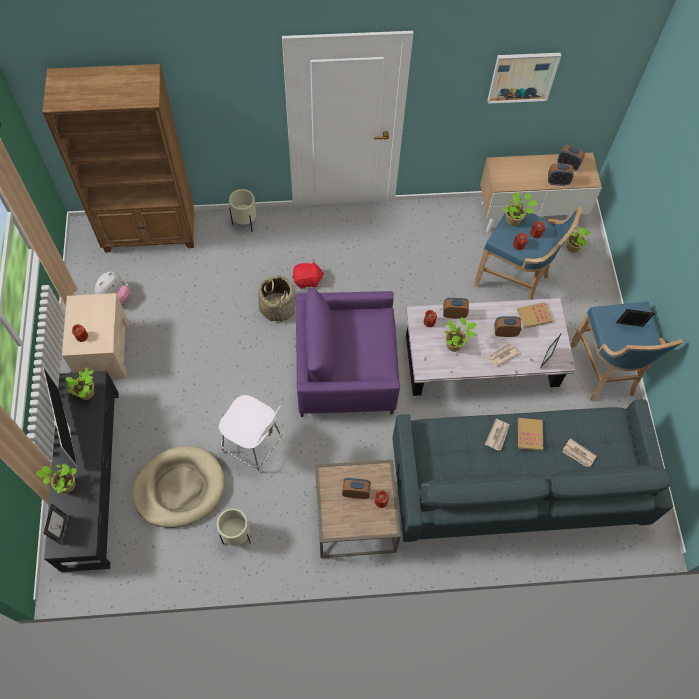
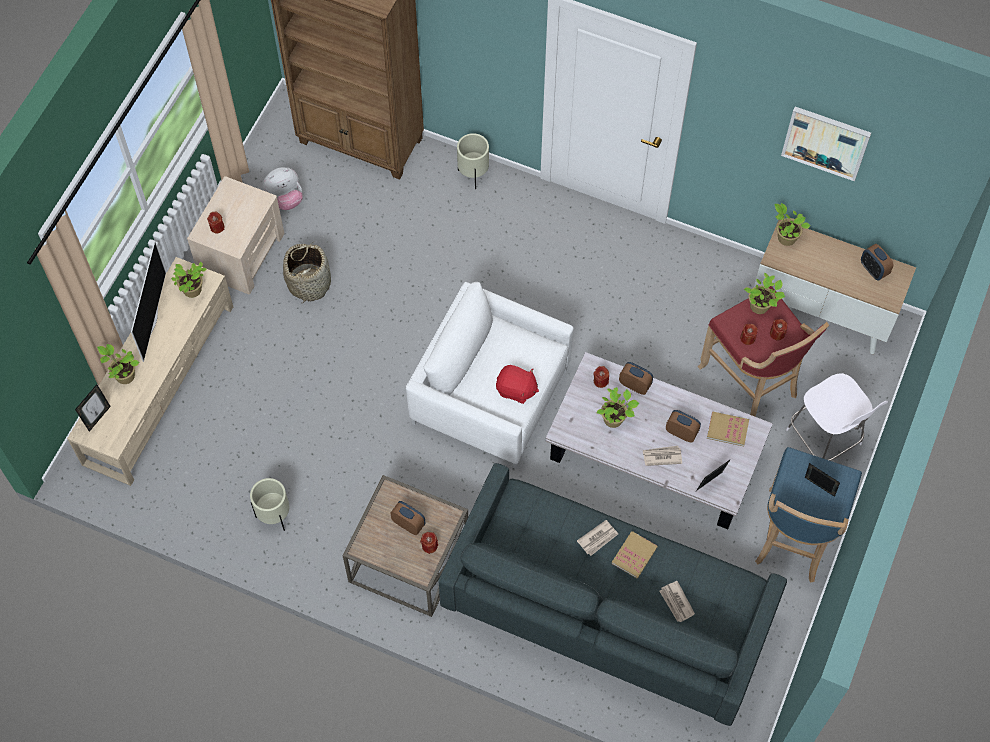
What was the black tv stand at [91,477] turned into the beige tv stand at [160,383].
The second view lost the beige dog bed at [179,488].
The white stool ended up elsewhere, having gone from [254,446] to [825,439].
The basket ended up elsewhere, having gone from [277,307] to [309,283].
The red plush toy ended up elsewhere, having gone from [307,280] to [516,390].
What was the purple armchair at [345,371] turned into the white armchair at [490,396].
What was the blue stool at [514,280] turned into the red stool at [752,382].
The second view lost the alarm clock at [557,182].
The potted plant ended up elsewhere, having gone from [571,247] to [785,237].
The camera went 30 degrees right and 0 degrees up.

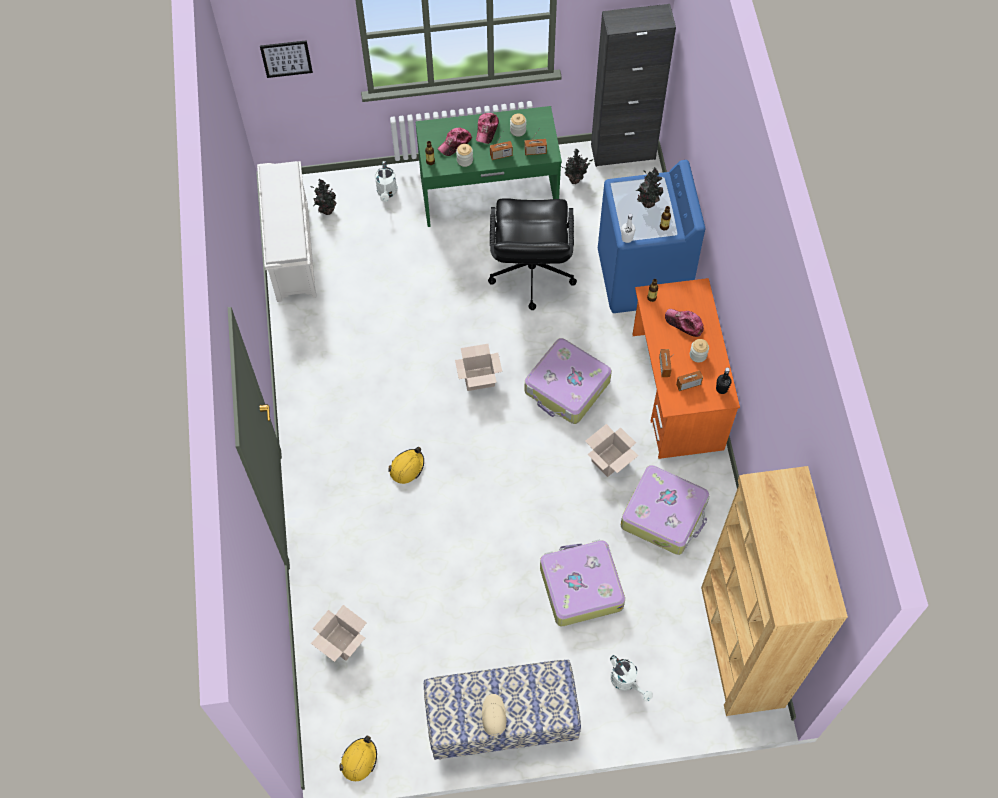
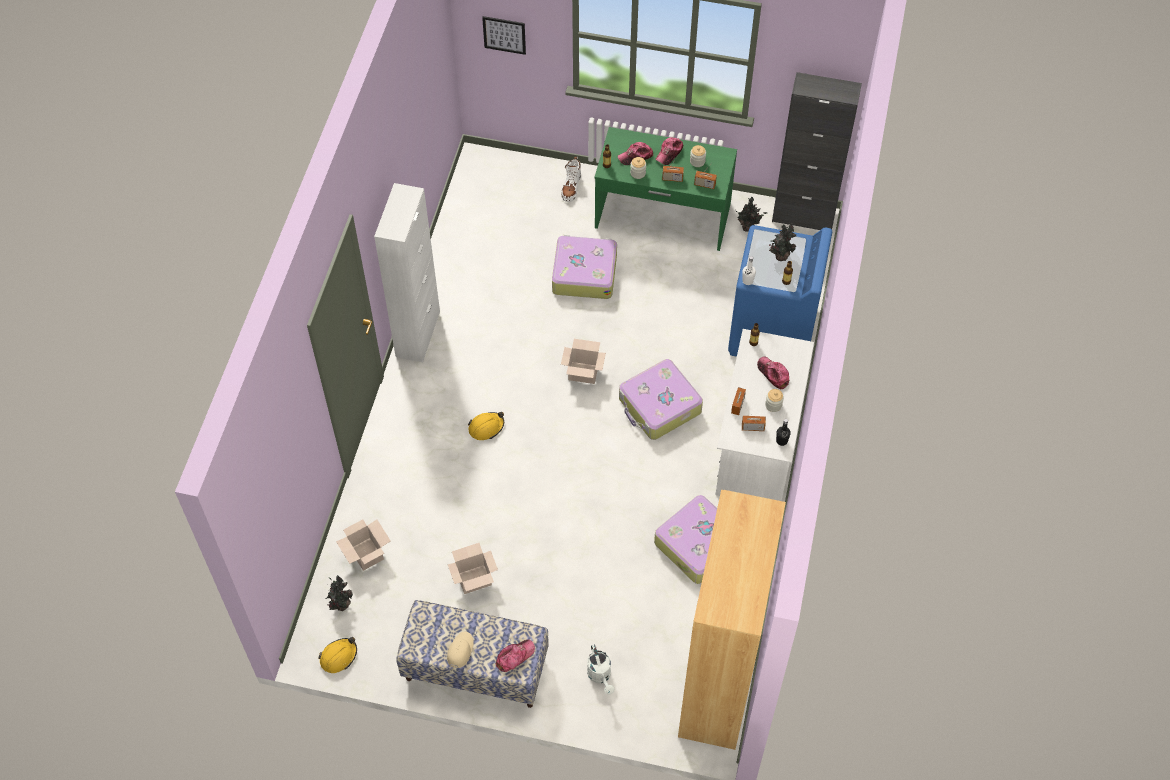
The second view lost the white shoe rack at [291,251].
The potted plant ended up elsewhere, having gone from [326,210] to [341,605].
Where the white watering can stood at [387,192], the white boot came to stand at [571,187].
The second view lost the black office chair at [531,273].
The suitcase ended up elsewhere, having gone from [580,586] to [584,273].
The cardboard box ended up elsewhere, having gone from [610,459] to [474,578].
What was the orange desk at [676,391] turned into the white desk at [759,442].
The second view gained the white cabinet at [418,334].
The second view gained the cap at [515,656].
The camera went 20 degrees right and 5 degrees down.

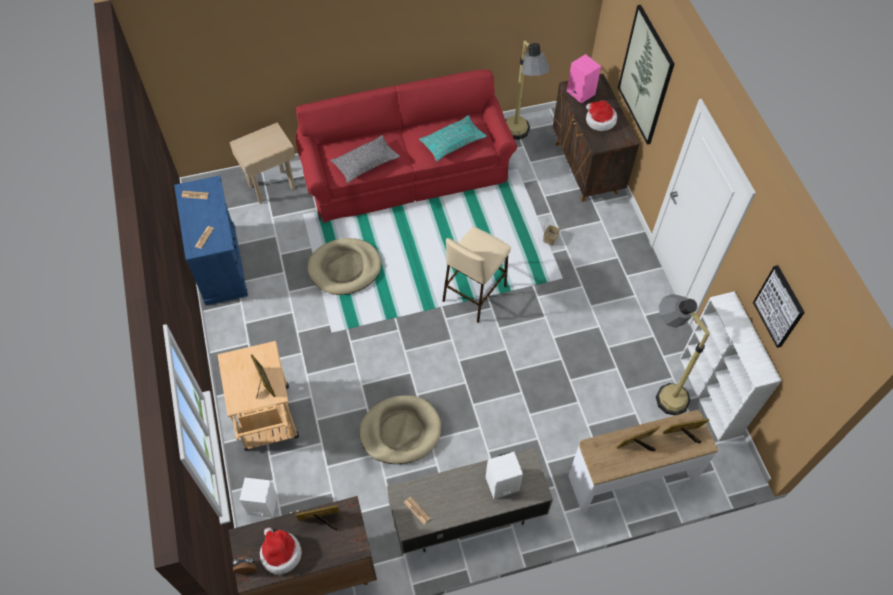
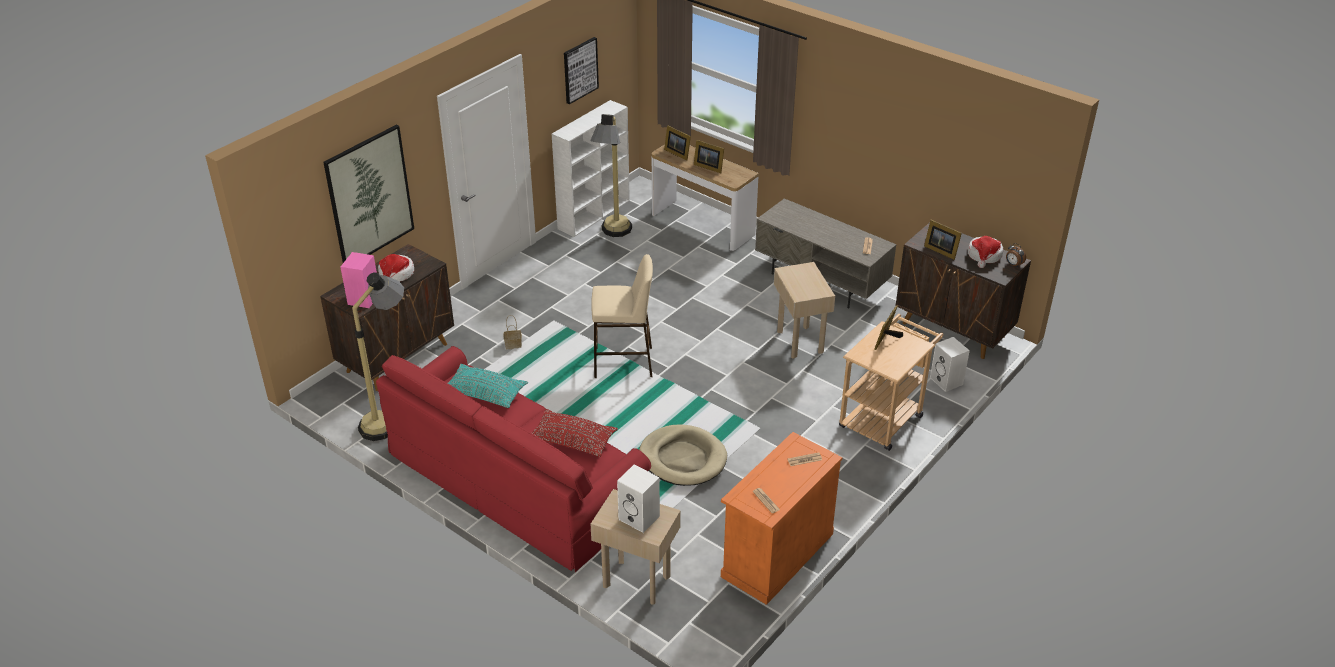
What was the blue cabinet at [221,264] turned into the orange cabinet at [777,555].
What was the grey pillow at [366,163] turned into the red pillow at [573,440].
Where the beige dog bed stood at [400,431], the beige side table came to stand at [799,342].
The white speaker ended up elsewhere, having gone from [501,485] to [640,518].
The camera went 125 degrees left and 20 degrees down.

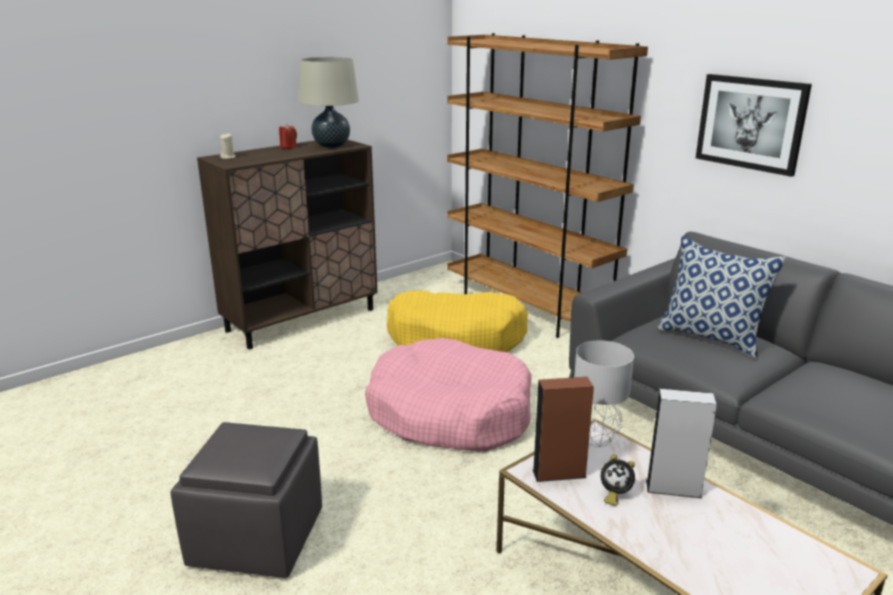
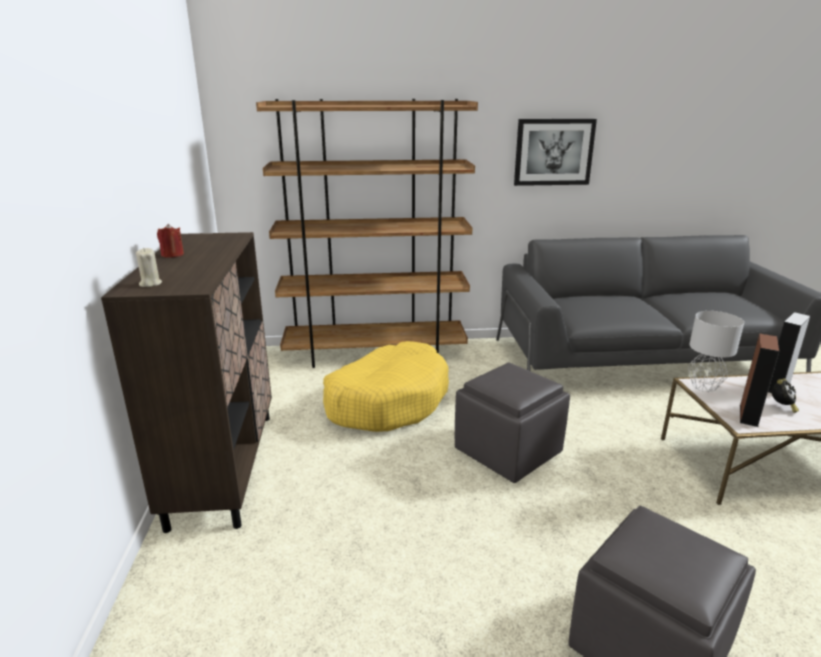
The second view lost the beige table lamp at [331,146].
Where the pink dog bed stood at [449,413], the grey ottoman came to stand at [507,450].
The second view lost the pillow at [711,338].
The camera went 55 degrees left and 0 degrees up.

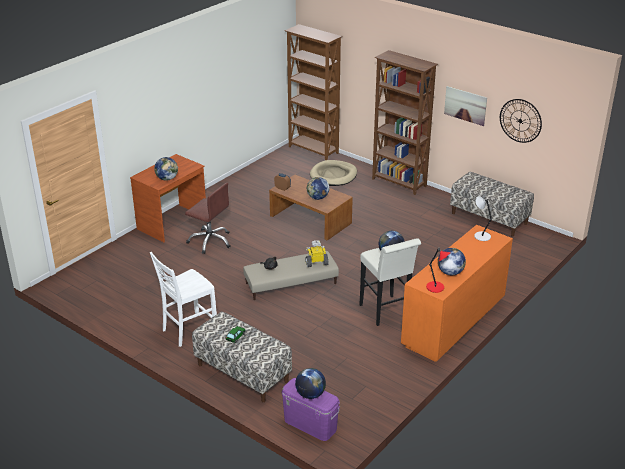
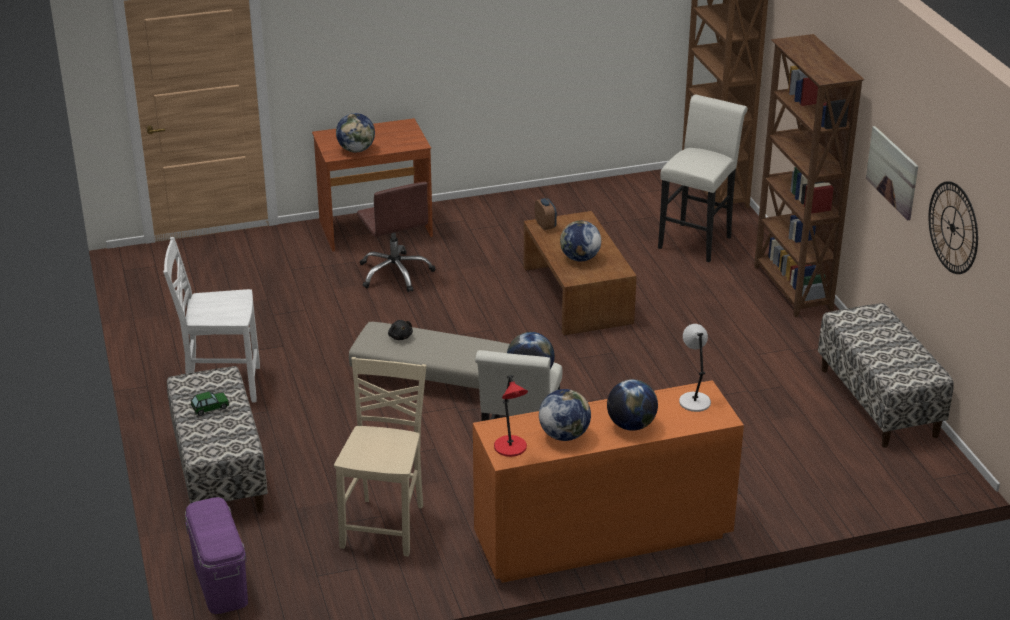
The globe ended up elsewhere, having gone from [310,394] to [631,425].
The second view lost the toy robot at [316,263].
Where the beige dog bed stood at [333,175], the white stool came to stand at [697,240].
The second view gained the beige chair at [385,526].
The camera went 35 degrees right and 0 degrees up.

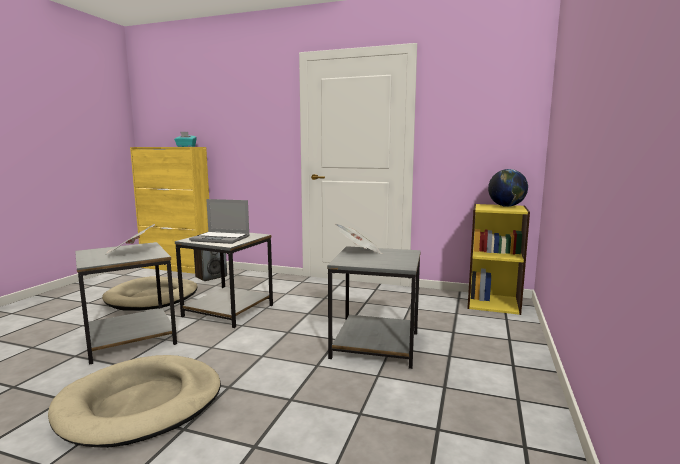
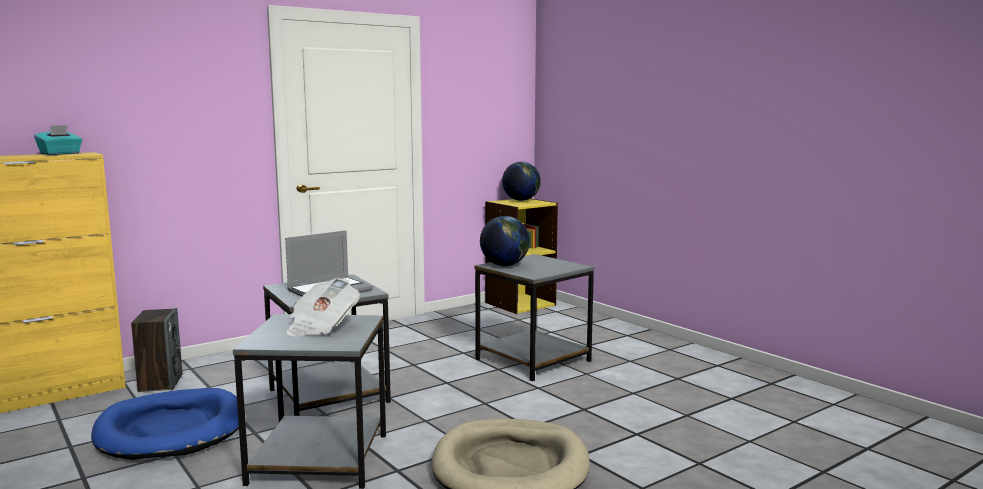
What was the beige dog bed at [153,297] turned into the blue dog bed at [171,430].
Where the newspaper stood at [359,251], the globe came to stand at [504,265].
The camera went 55 degrees left and 0 degrees up.

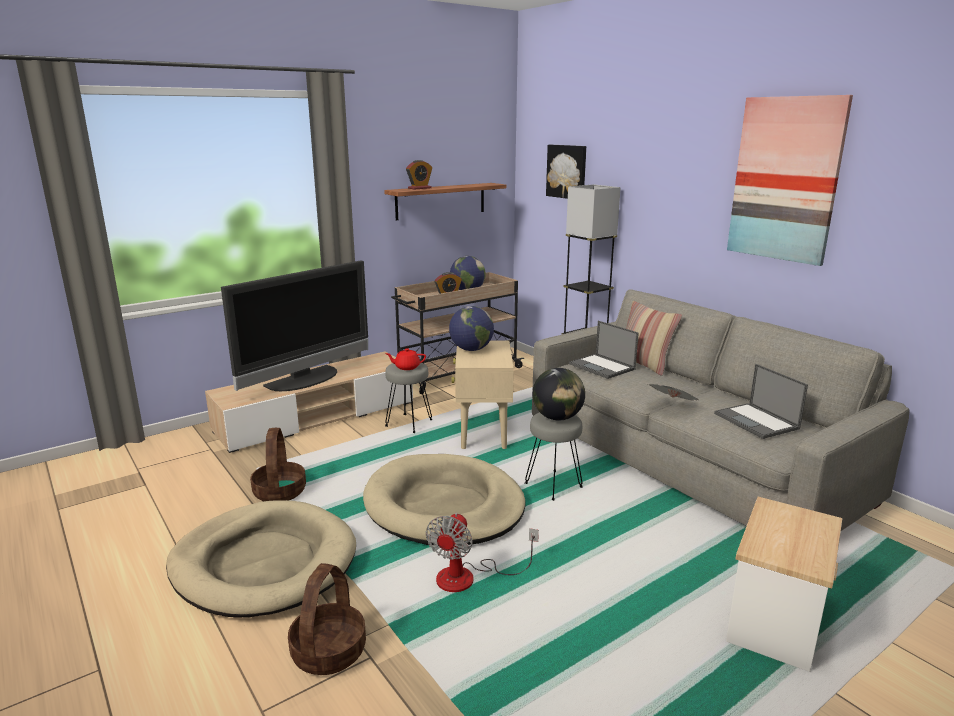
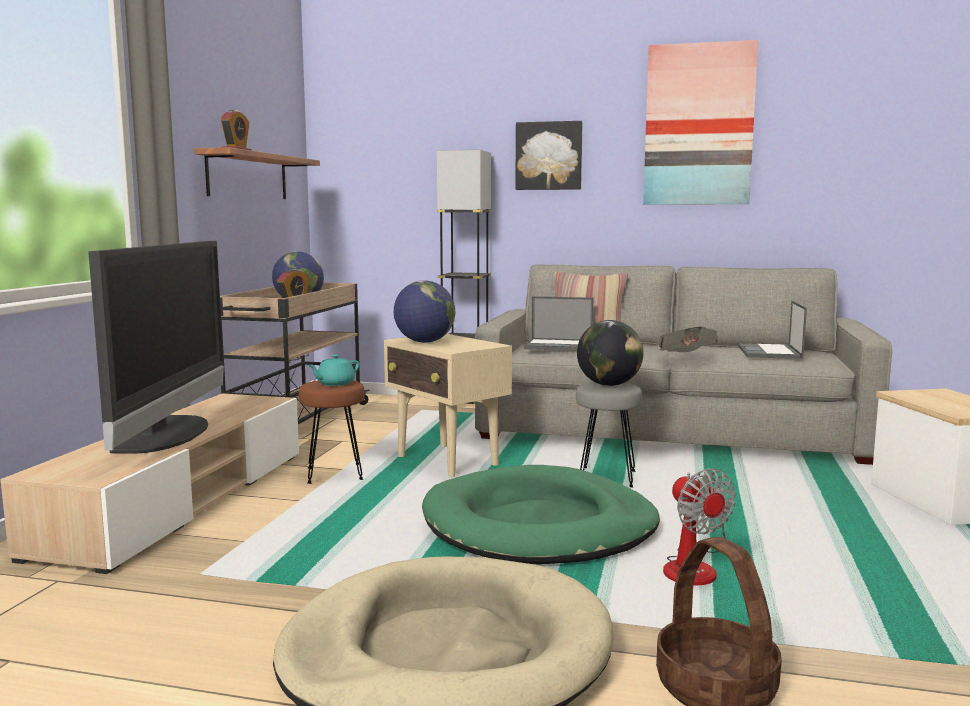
The second view lost the basket at [280,492].
What was the beige dog bed at [444,506] turned into the green dog bed at [540,525].
What was the red teapot at [406,367] turned into the turquoise teapot at [335,384].
What was the grey stool at [408,423] turned into the brown stool at [334,474].
The picture ended up elsewhere, having gone from [567,171] to [549,156].
The laptop at [757,421] ended up facing another way, 75 degrees clockwise from before.
The camera went 40 degrees left and 10 degrees down.

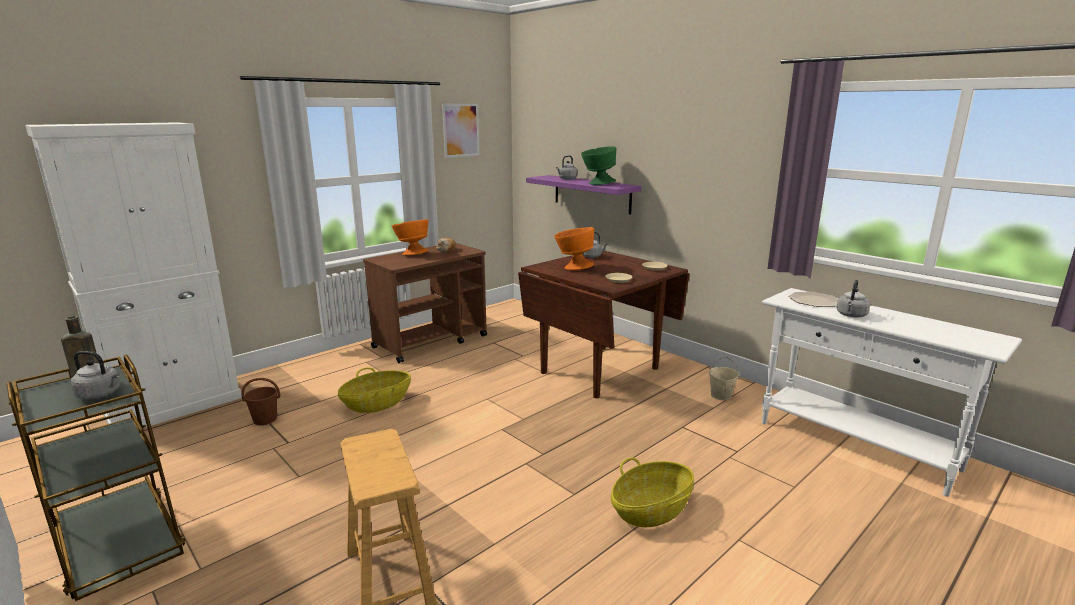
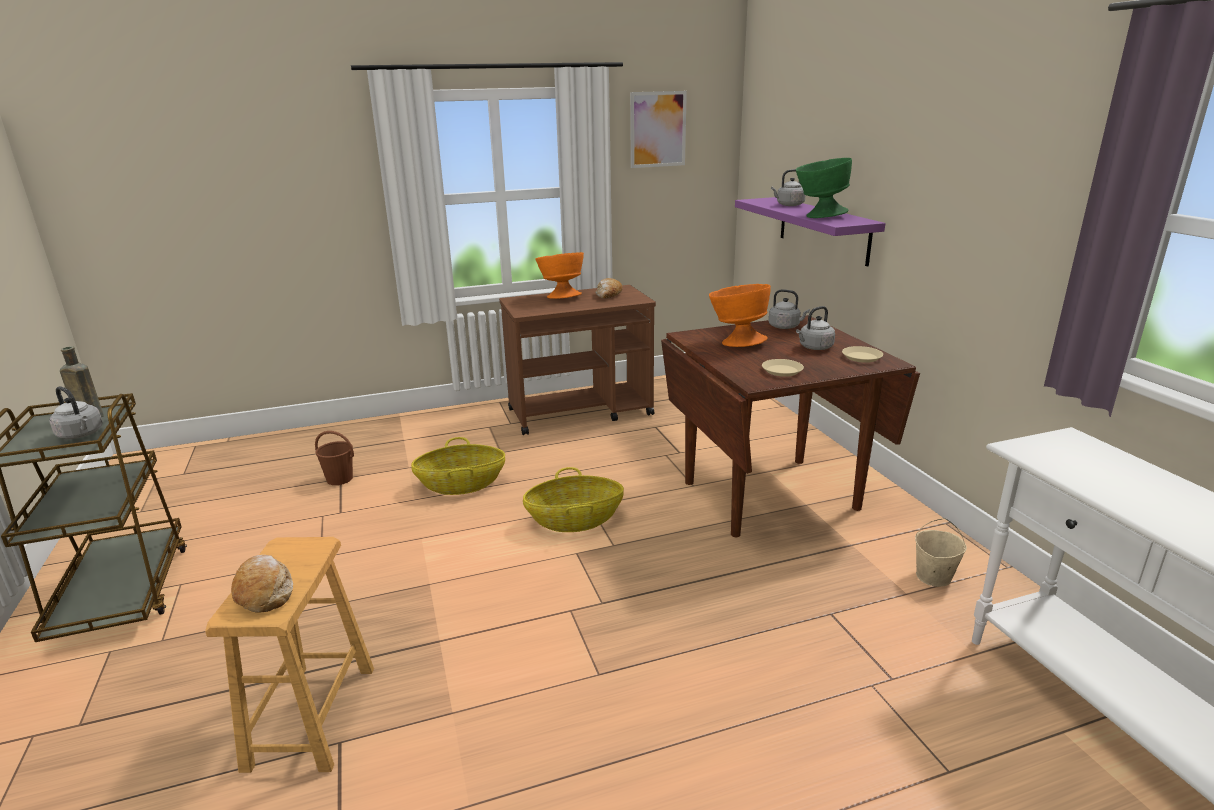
The second view lost the white cabinet at [175,406].
The basket ended up elsewhere, having gone from [651,510] to [574,520].
The second view lost the plate at [813,301].
The grey kettle ended up elsewhere, having gone from [851,315] to [814,347].
The second view gained the bread at [264,592].
The camera went 25 degrees right and 5 degrees up.

